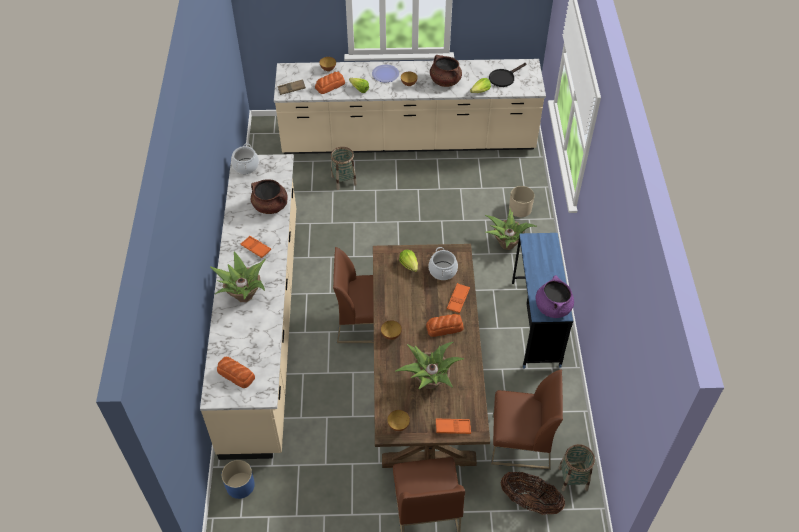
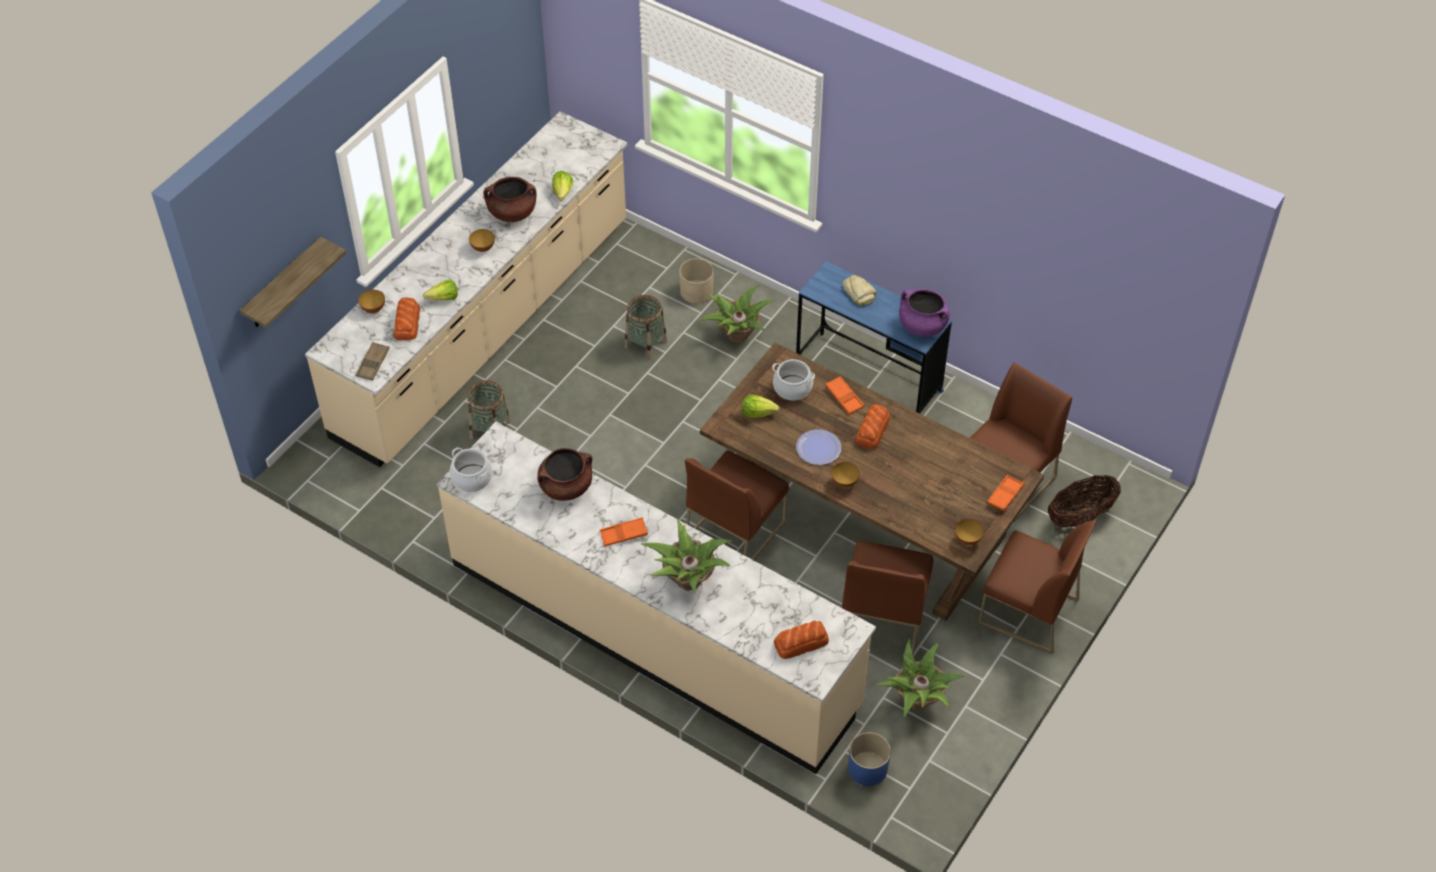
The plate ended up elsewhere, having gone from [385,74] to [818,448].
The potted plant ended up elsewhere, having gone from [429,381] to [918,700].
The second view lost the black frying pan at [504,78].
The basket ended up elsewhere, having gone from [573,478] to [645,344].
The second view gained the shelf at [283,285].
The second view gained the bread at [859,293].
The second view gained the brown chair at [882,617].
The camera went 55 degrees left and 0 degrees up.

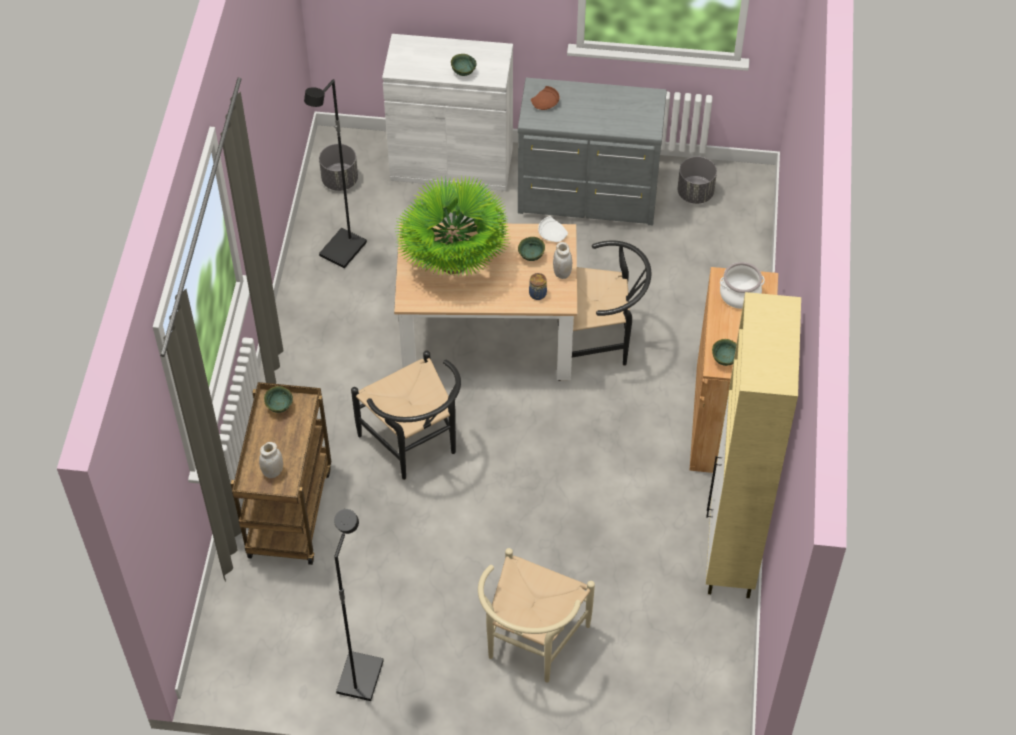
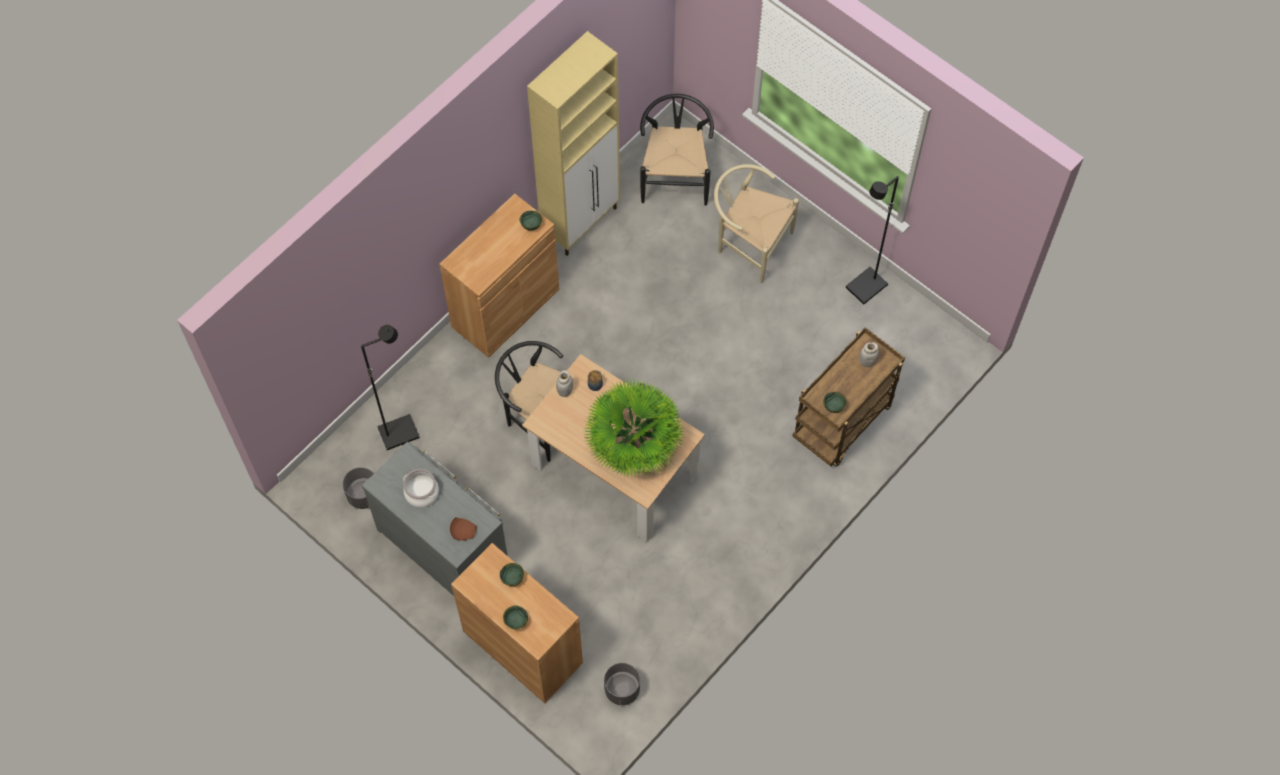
The black floor lamp ended up elsewhere, having gone from [343,250] to [399,432].
The black chair ended up elsewhere, having gone from [415,446] to [675,176].
What was the white cabinet at [451,164] turned into the brown cabinet at [522,647].
The beige chair at [530,645] ended up facing another way, 120 degrees counterclockwise from before.
The green bowl ended up elsewhere, having gone from [532,256] to [515,621].
The second view lost the white plate at [552,234].
The cooking pot ended up elsewhere, having gone from [740,295] to [422,492].
The camera went 145 degrees left and 10 degrees up.

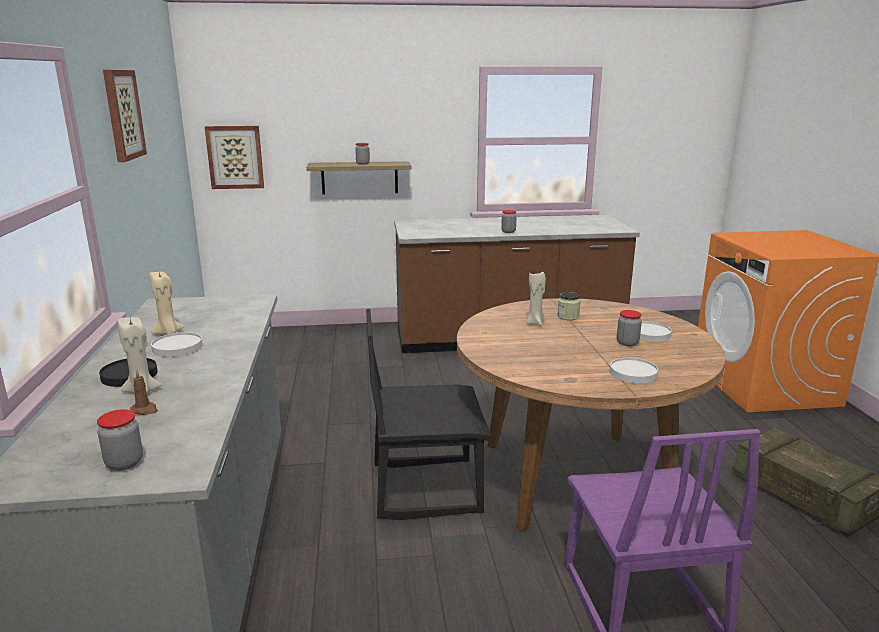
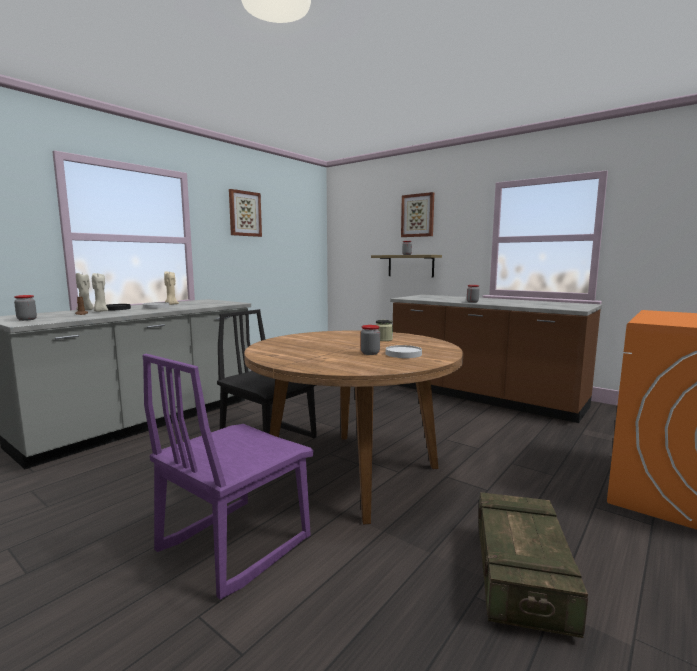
The picture ended up elsewhere, having gone from [235,157] to [418,215].
The beige candle ended up elsewhere, having gone from [535,323] to [86,310].
The second view lost the white plate at [633,373].
The camera went 45 degrees right and 10 degrees down.

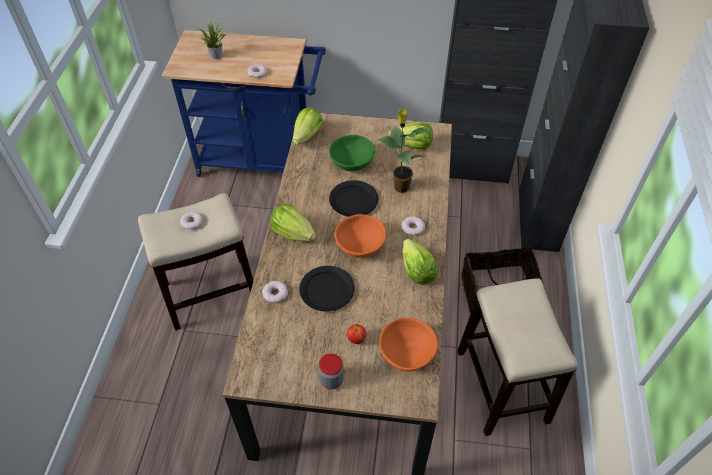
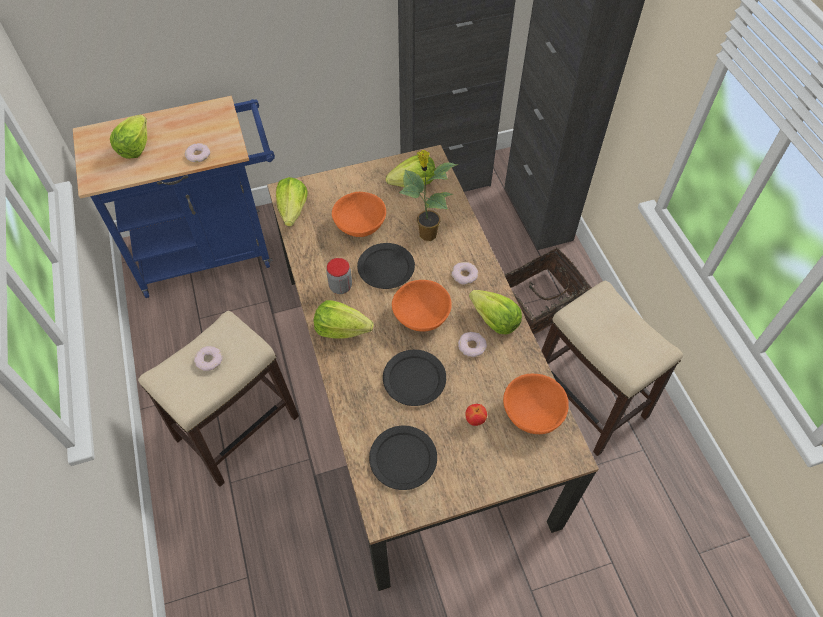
Where the potted plant stood at [217,55], the lettuce came to stand at [135,147].
The donut ended up elsewhere, having gone from [275,293] to [471,346].
The jar ended up elsewhere, having gone from [331,380] to [340,286].
What was the green bowl at [351,162] turned into the orange bowl at [359,224].
The second view gained the black plate at [403,458].
The camera went 25 degrees left and 5 degrees up.

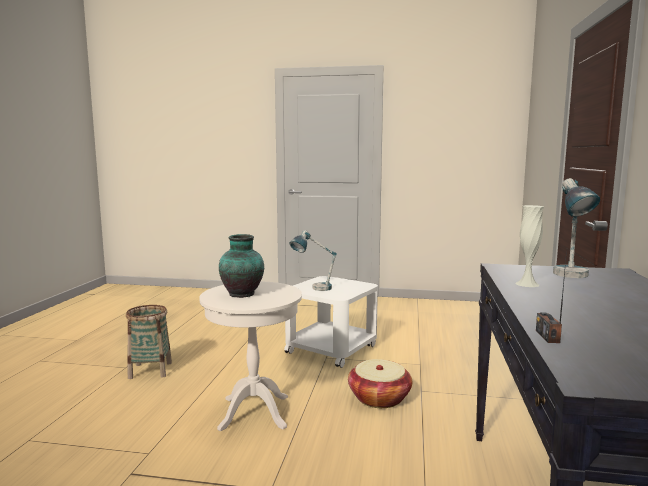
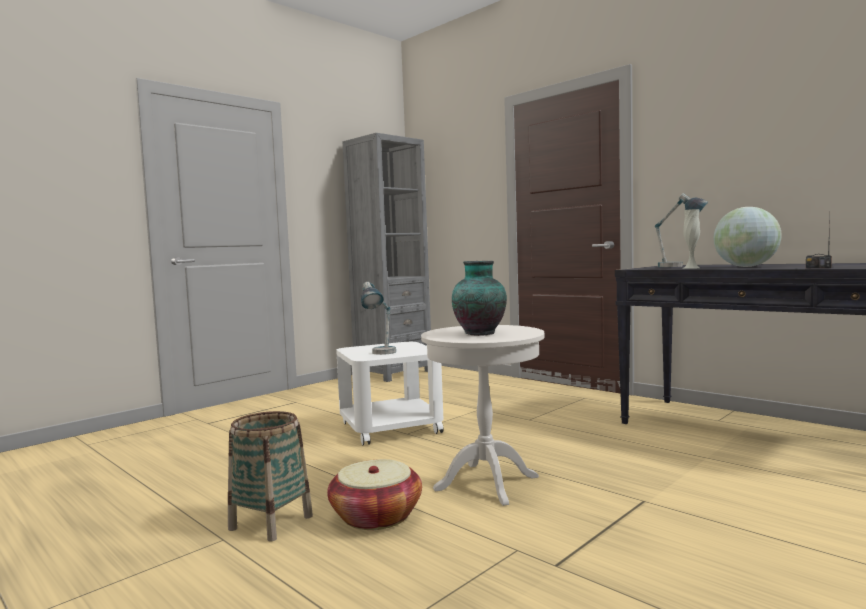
The basket ended up elsewhere, having gone from [379,398] to [376,516].
The second view gained the grey bookcase at [393,373].
The second view gained the globe at [746,266].
The camera went 55 degrees left and 5 degrees down.

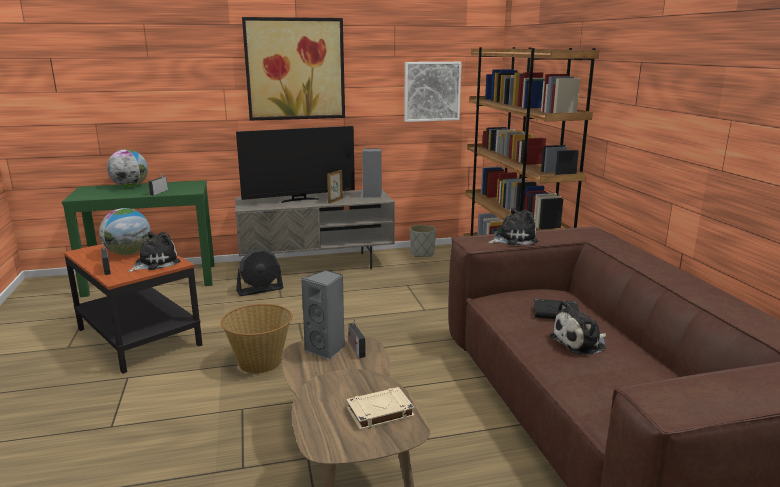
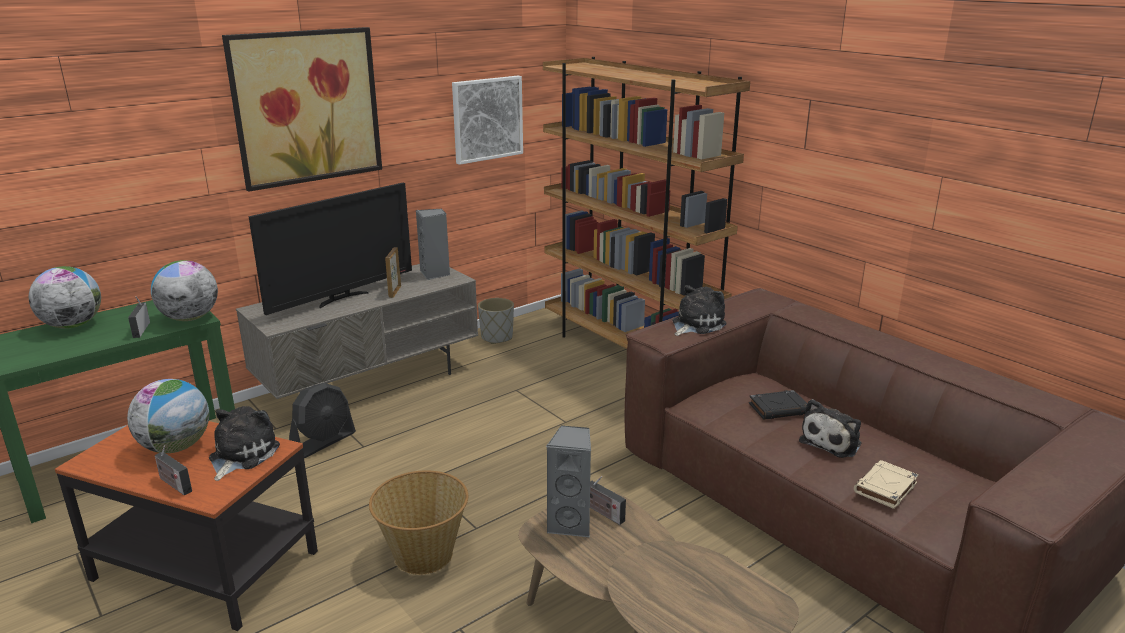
The beige book ended up elsewhere, having gone from [379,412] to [885,488].
The second view gained the globe at [190,318].
The camera went 25 degrees left and 5 degrees up.

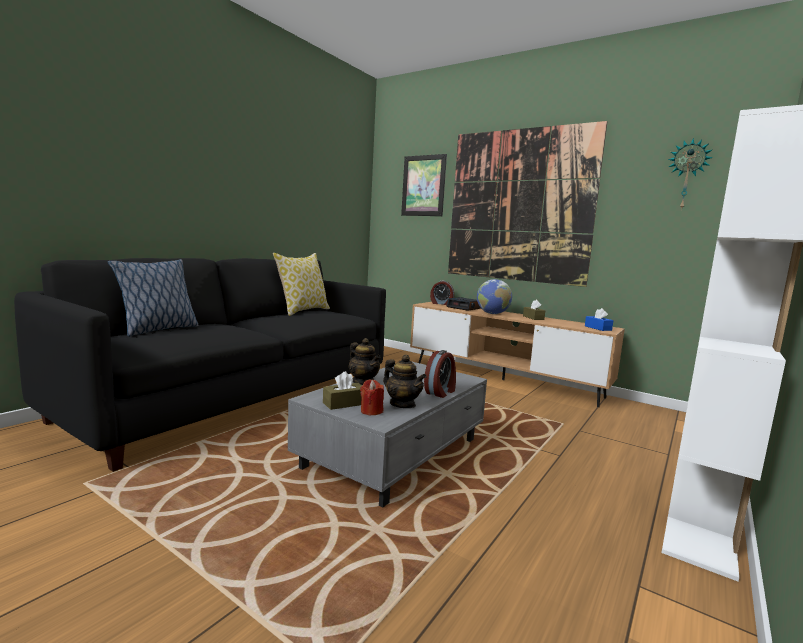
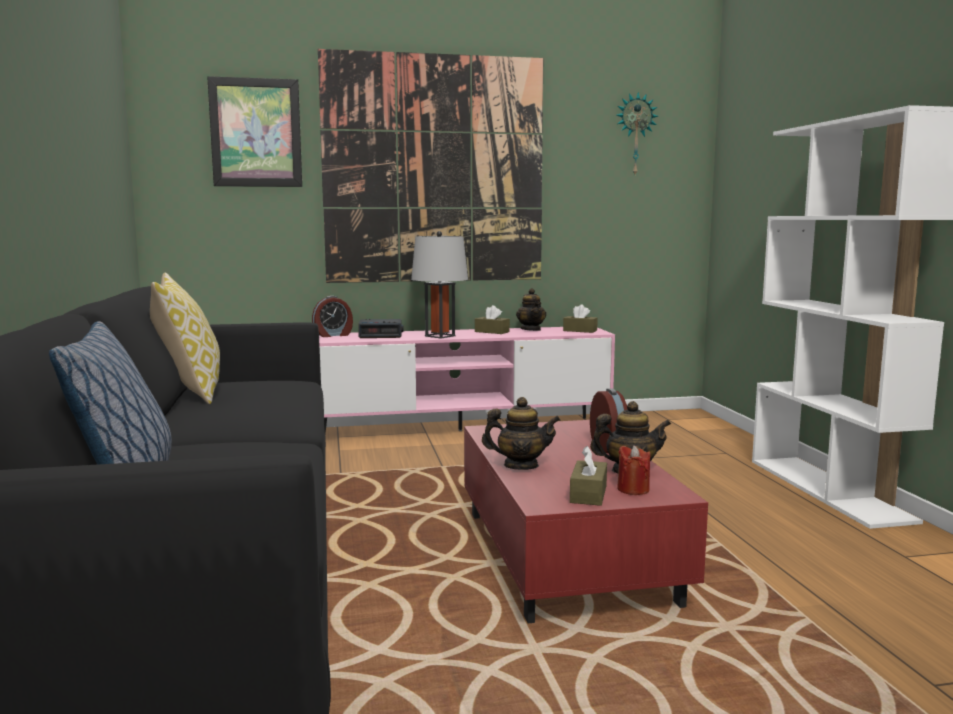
What was the grey coffee table at [395,453] turned into the red coffee table at [565,555].
What was the brown tv stand at [503,380] turned into the pink tv stand at [460,431].
Where the globe stood at [492,314], the grey table lamp came to stand at [440,336].
What was the blue tissue box at [598,328] turned into the brown tissue box at [580,330].
The second view gained the teapot at [531,329].
The camera went 45 degrees left and 0 degrees up.

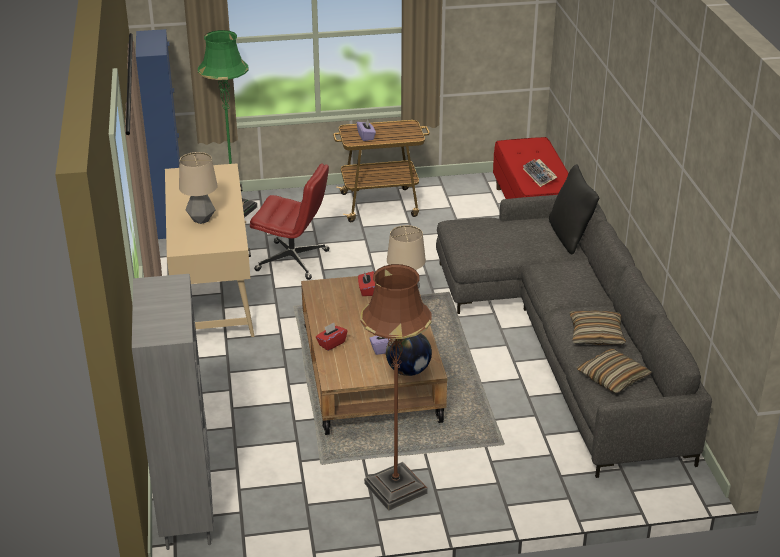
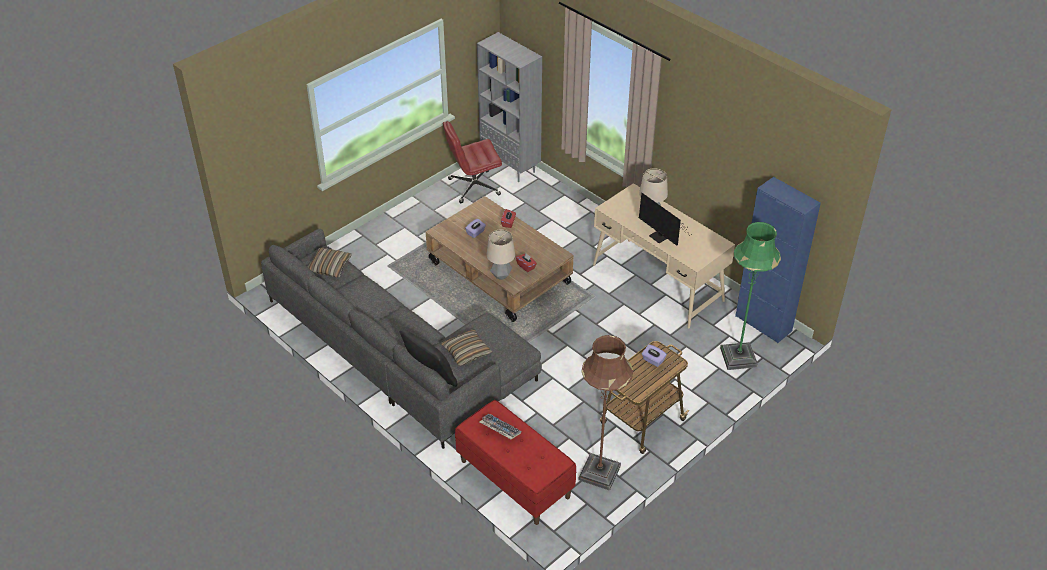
The red office chair ended up elsewhere, having gone from [293,261] to [473,187].
The brown floor lamp ended up elsewhere, having gone from [395,488] to [599,473].
The second view lost the globe at [408,371].
The pillow ended up elsewhere, having gone from [596,335] to [466,352].
The second view gained the monitor at [660,238].
The camera went 145 degrees right and 10 degrees up.

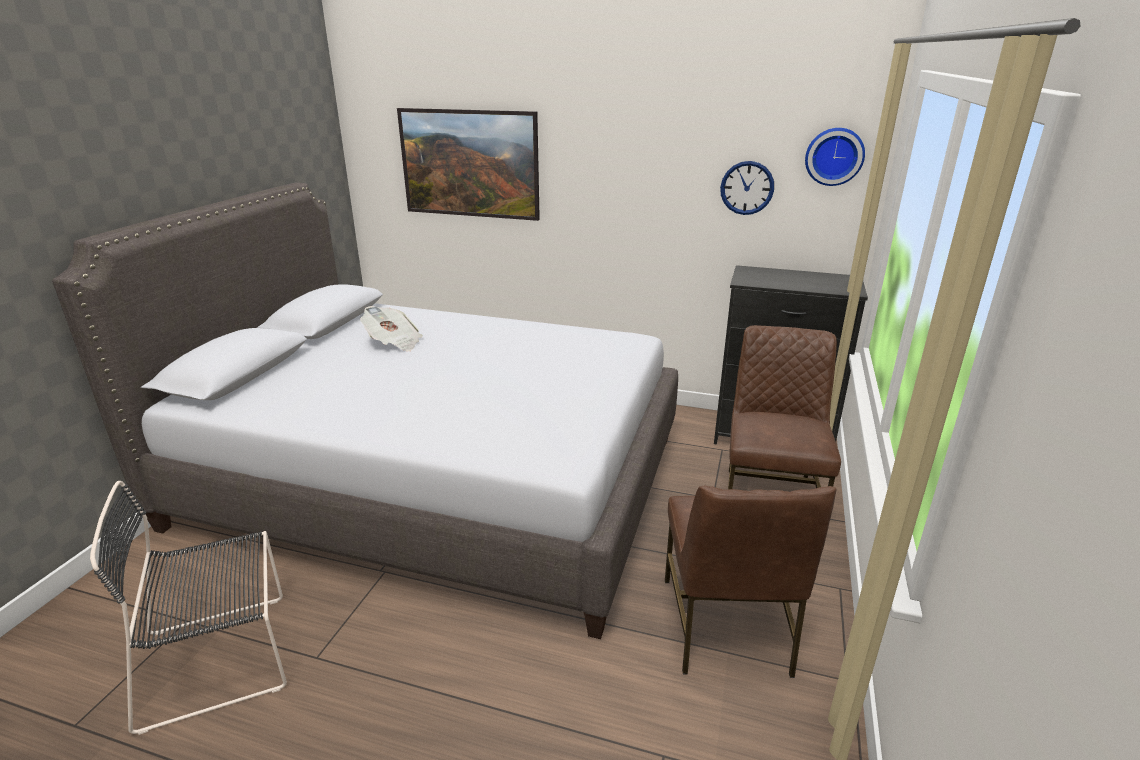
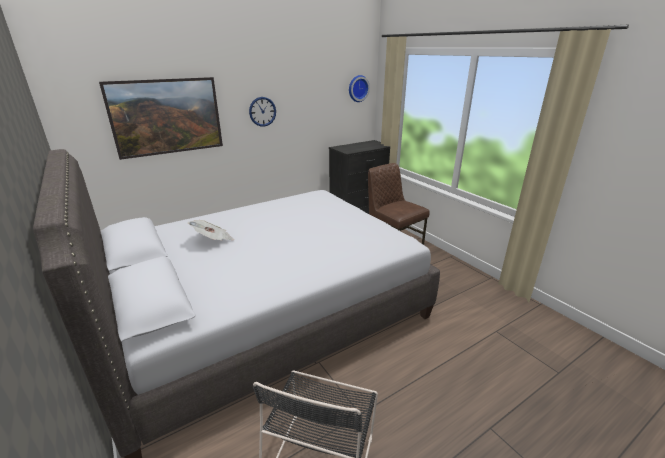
The second view lost the brown chair at [726,627].
The wall clock ended up elsewhere, having gone from [747,188] to [262,111].
The camera went 50 degrees left and 0 degrees up.

